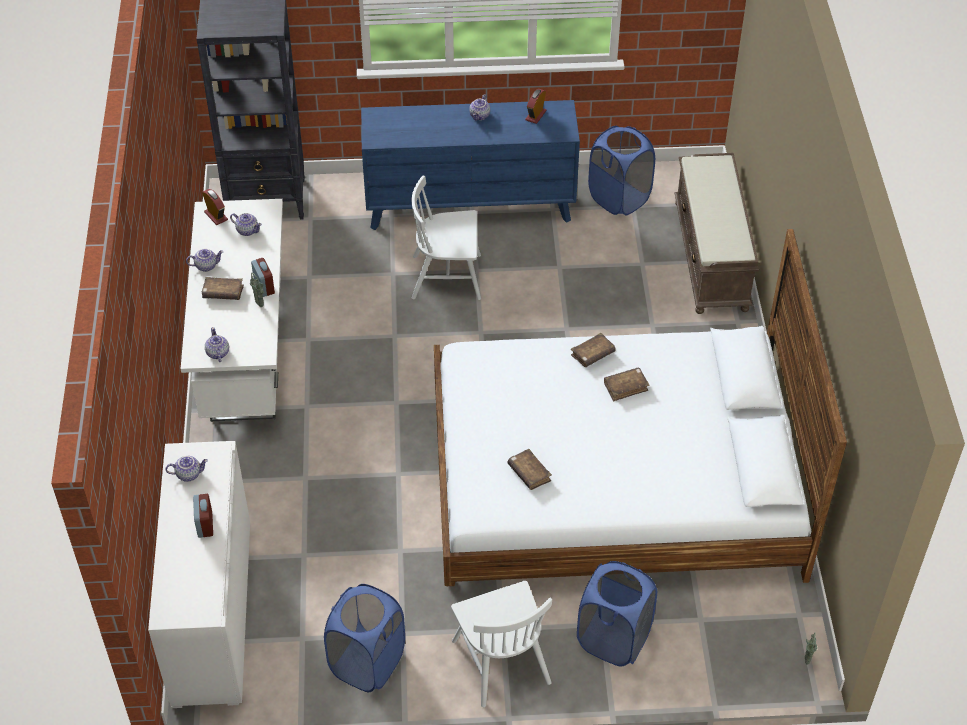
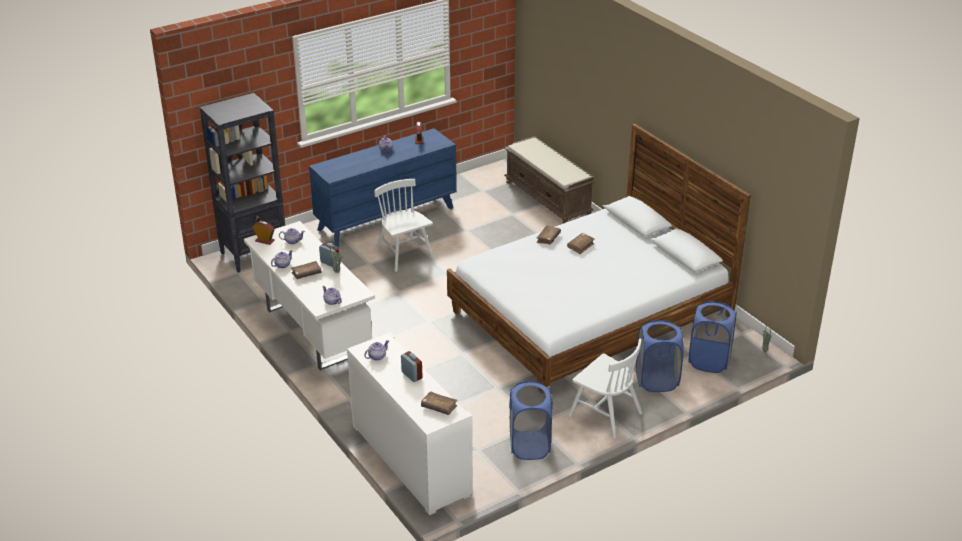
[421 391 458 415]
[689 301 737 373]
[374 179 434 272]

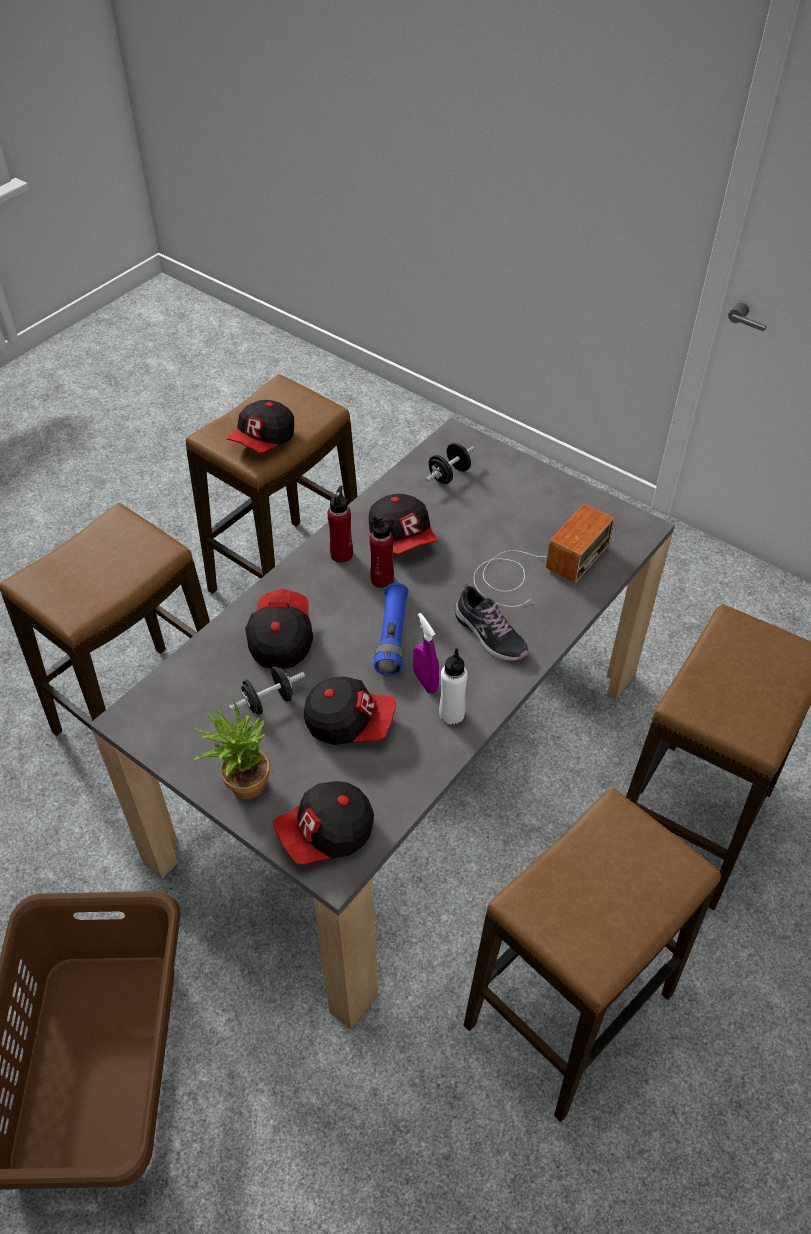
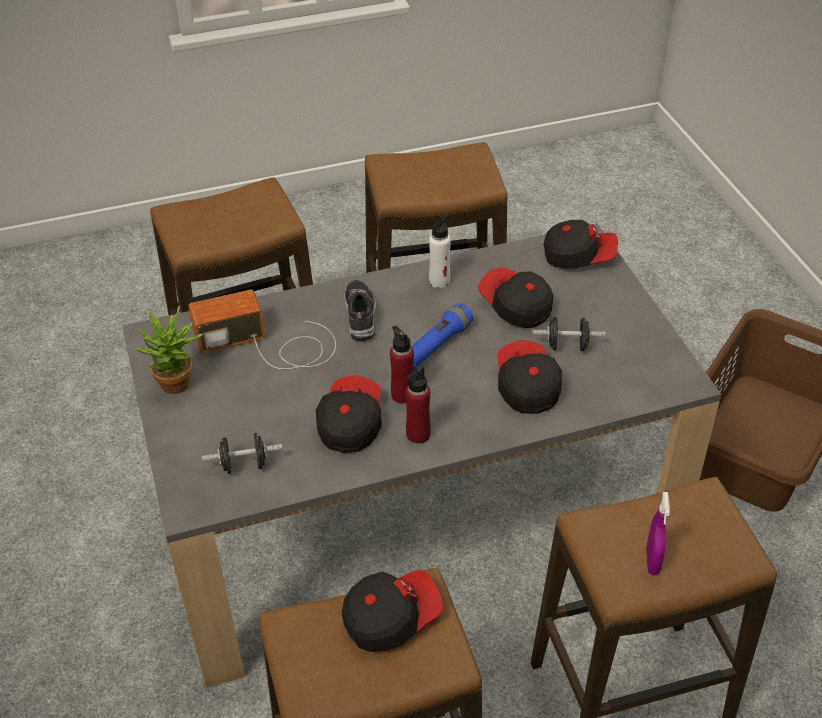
[134 306 204 394]
[646 492 670 575]
[497 340 562 414]

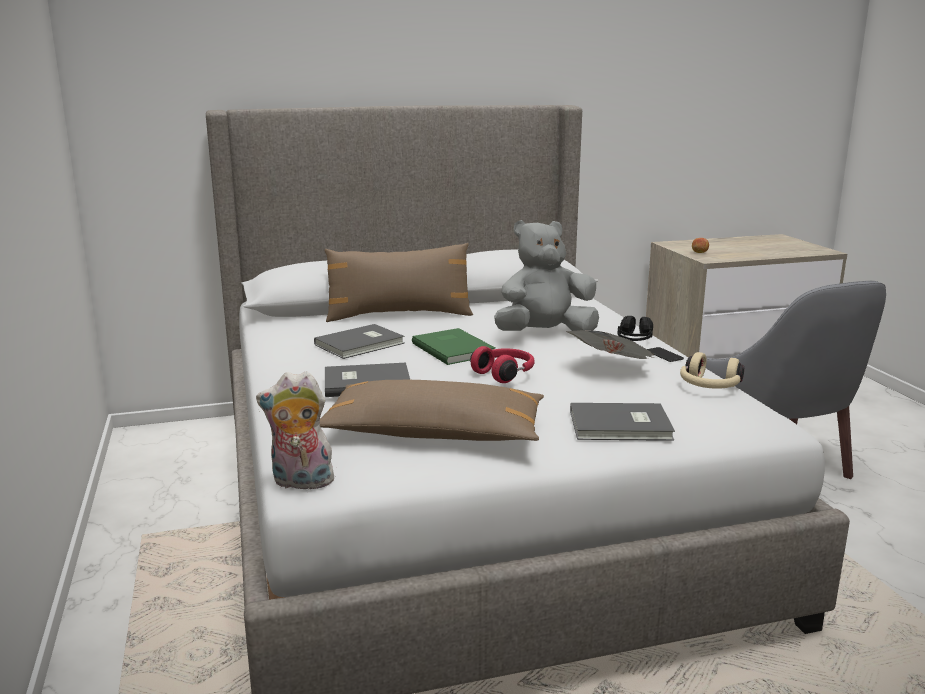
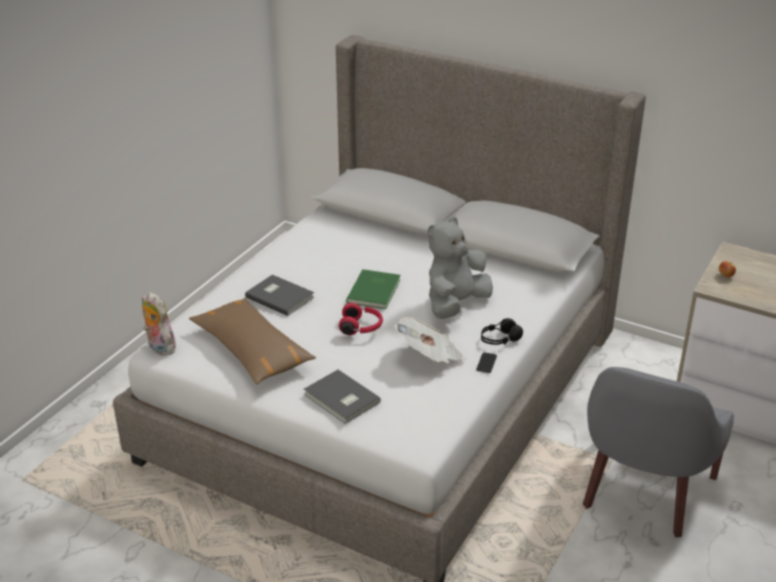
[314 324 405 359] (first image)
[325 243 473 322] (first image)
[680 352 744 389] (first image)
[428 217 493 319]

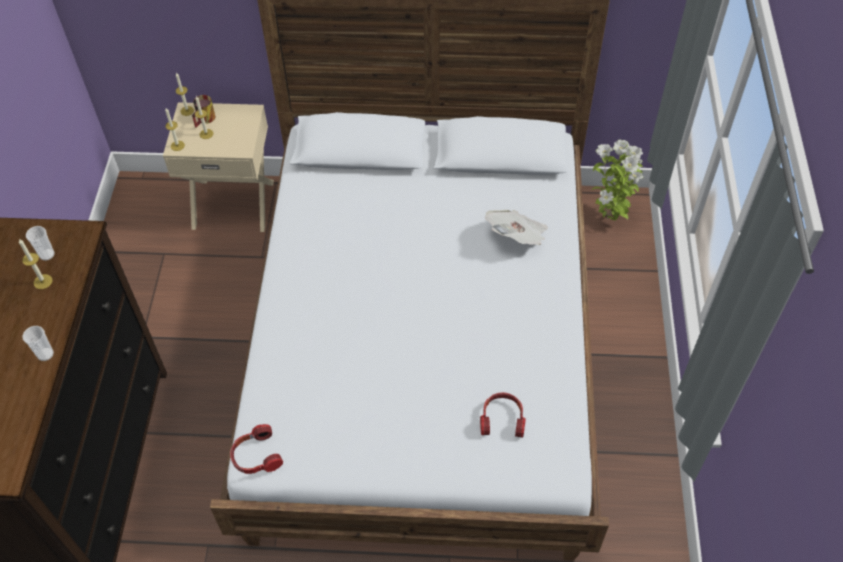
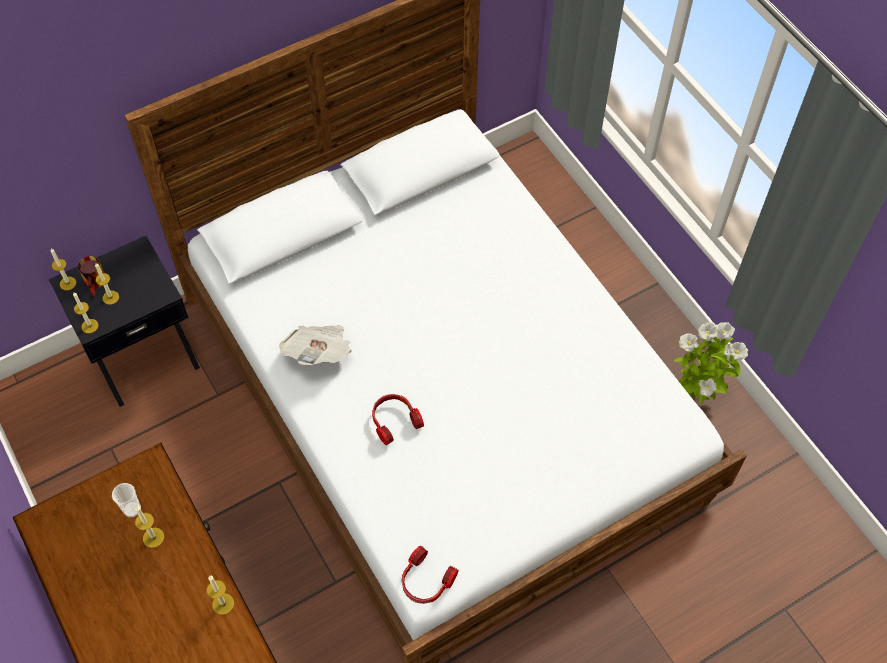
[372 394 424 445]
[279 325 351 365]
[674 322 748 404]
[207 576 234 615]
[49 236 200 407]

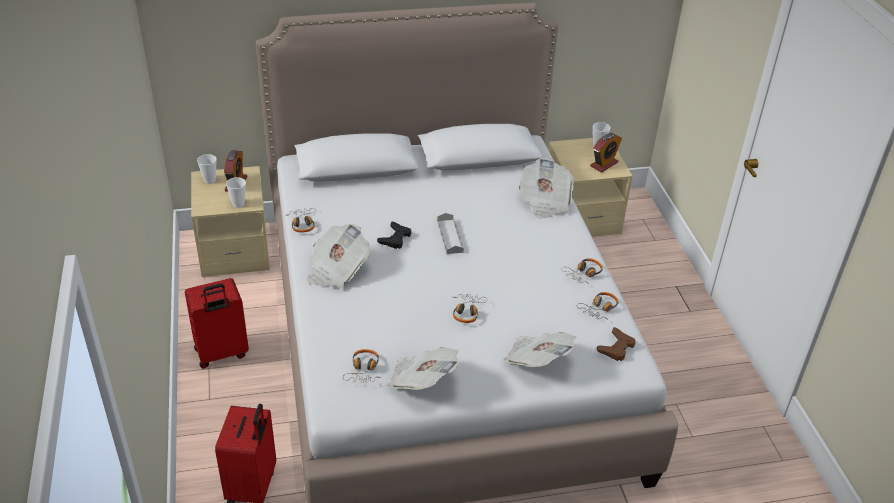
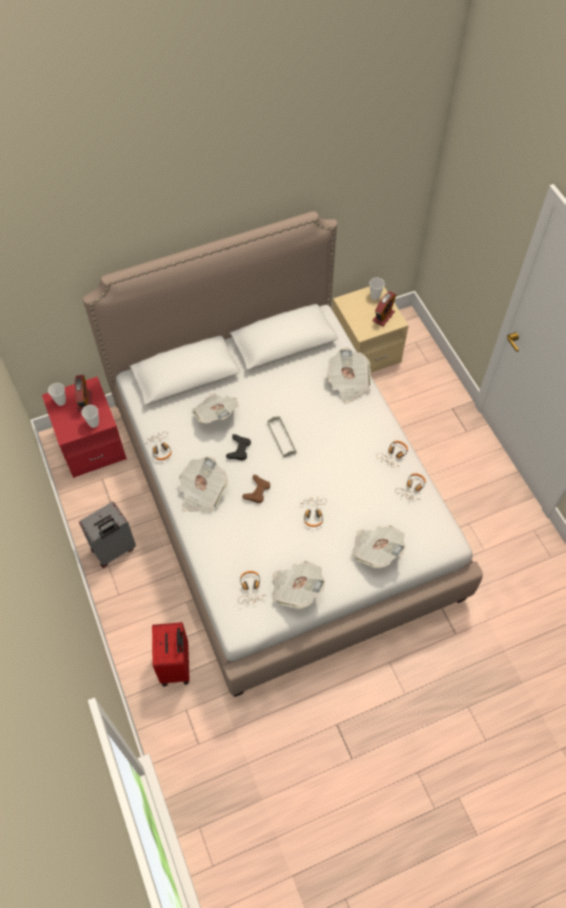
[192 393 239 423]
[242 475 270 504]
[79 502 136 568]
[42 376 127 478]

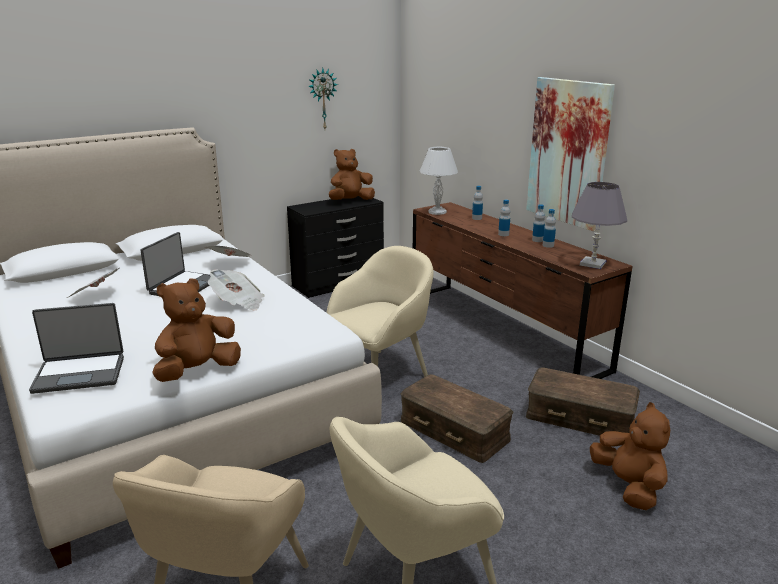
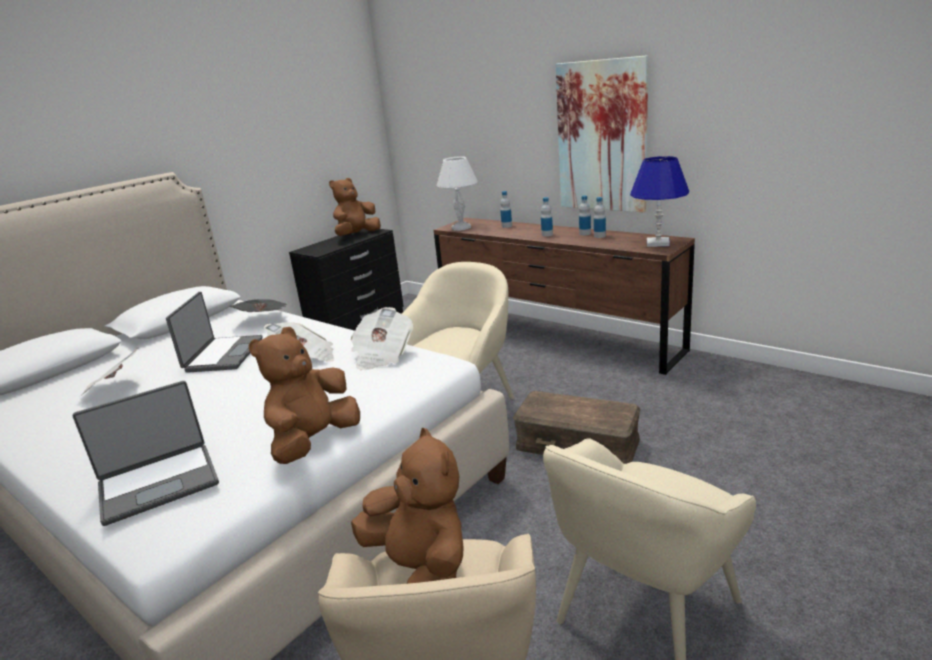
[308 68 338 129] (first image)
[526 367 640 436] (first image)
[351 307 413 370]
[351 428 464 584]
[630 156 689 247]

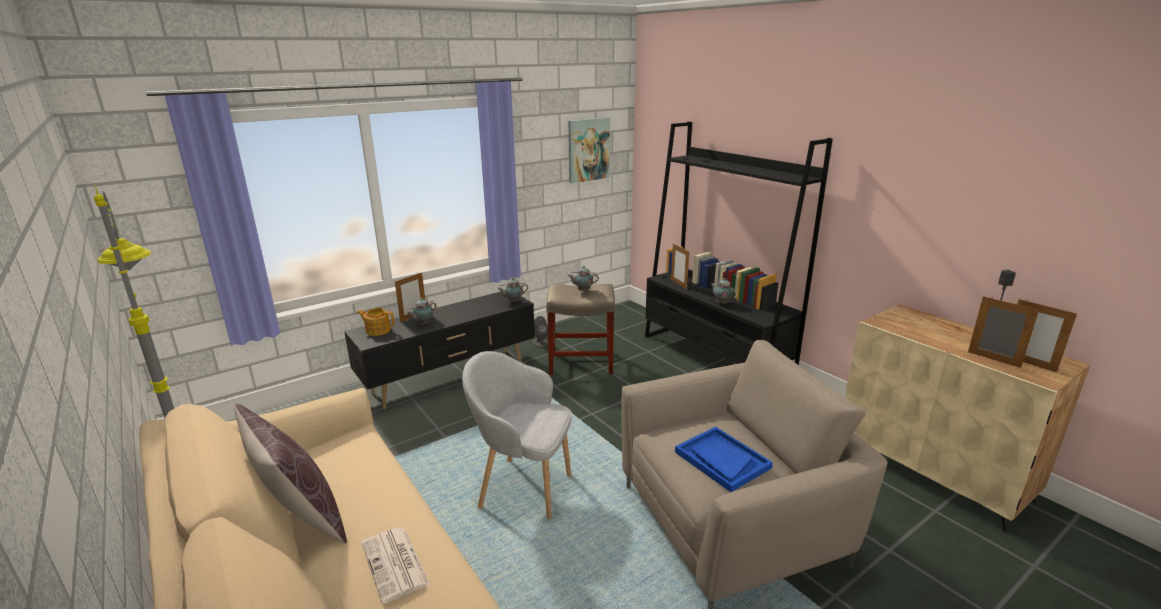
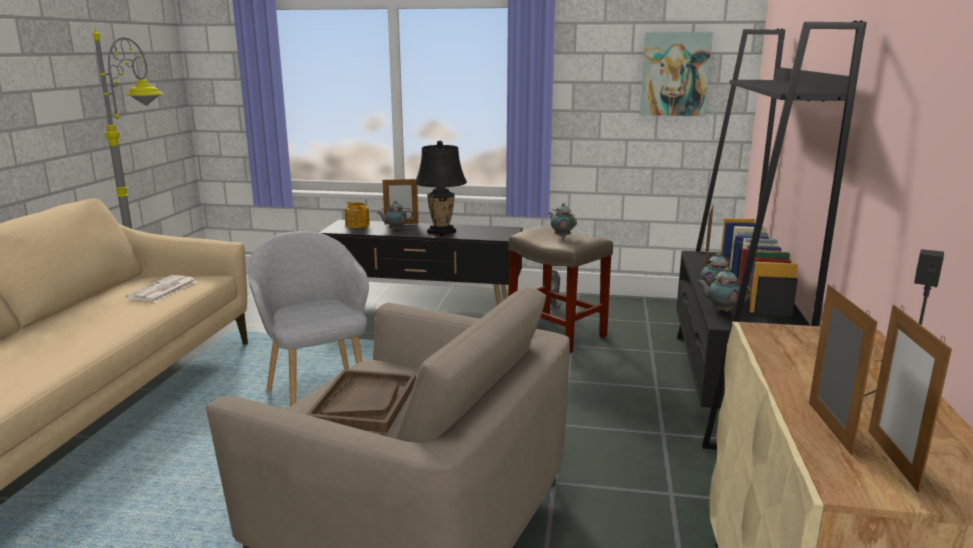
[234 404 347 544] (first image)
[415 141 467 237]
[126 275 198 302]
[697 268 752 312]
[306 369 416 433]

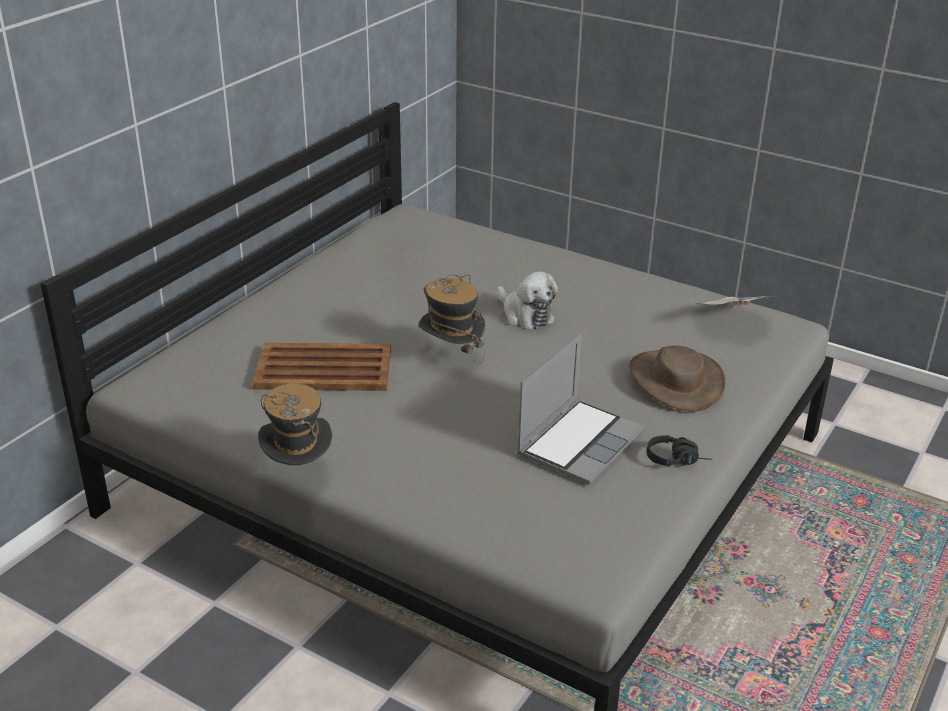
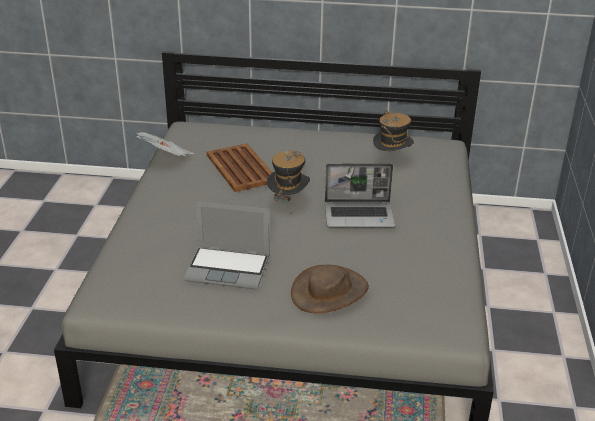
[647 435 712 466] (first image)
[373 110 414 152]
[136 132 194 156]
[325 164 395 227]

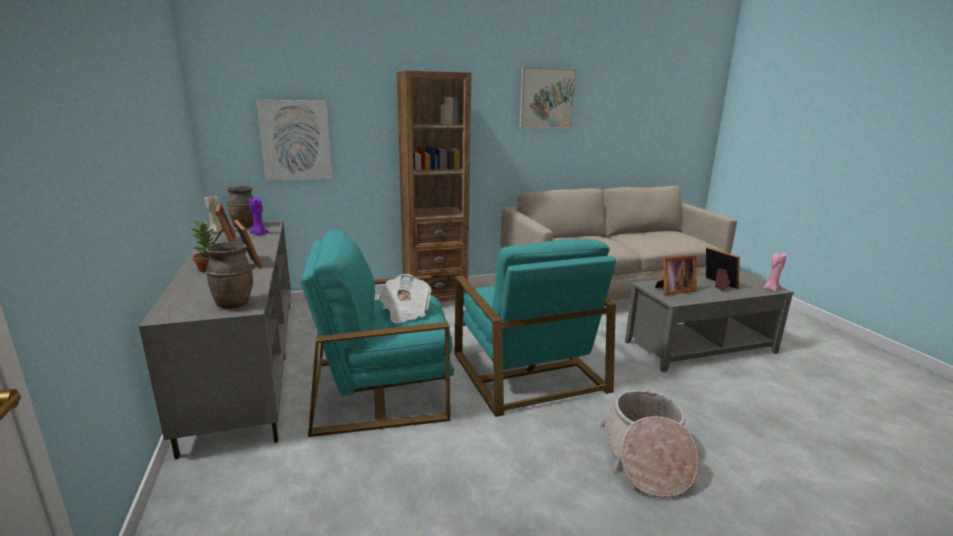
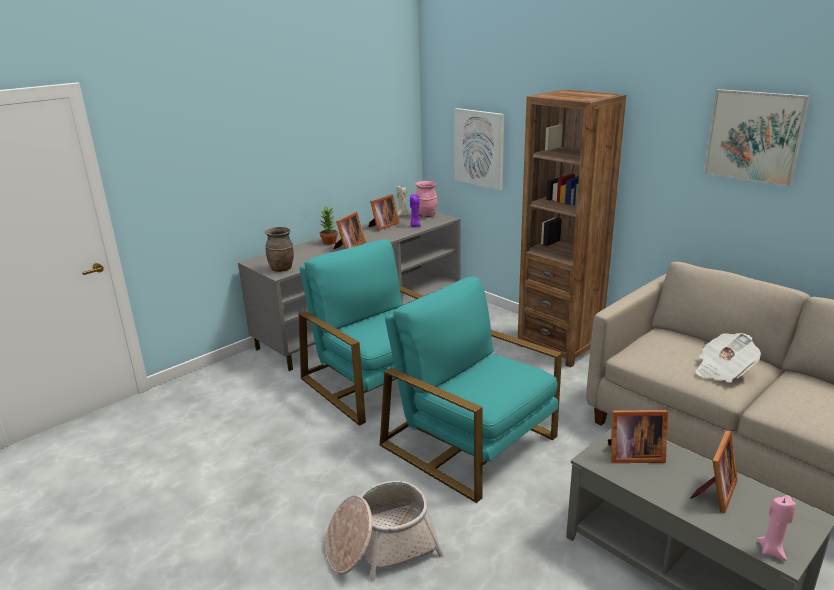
[695 333 761 383]
[415 181 437 218]
[380 276 562 503]
[608 410 668 463]

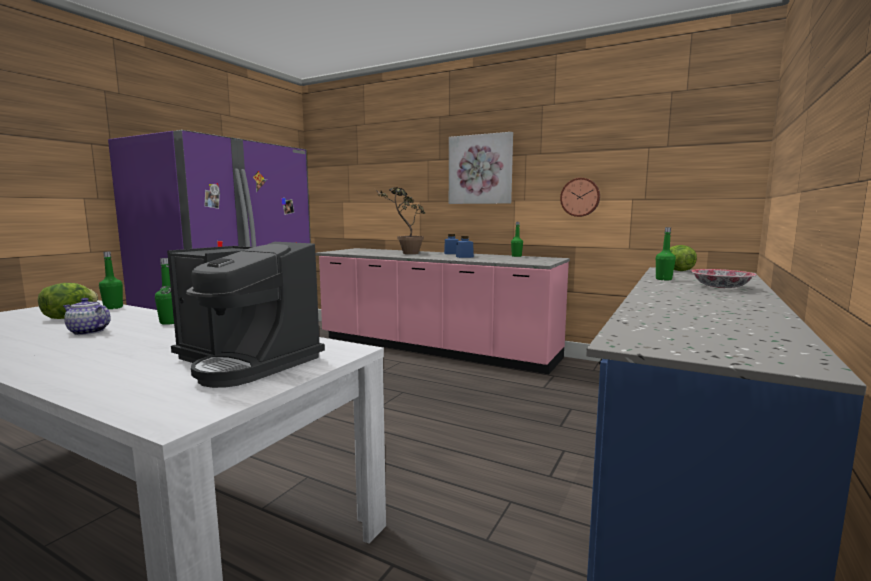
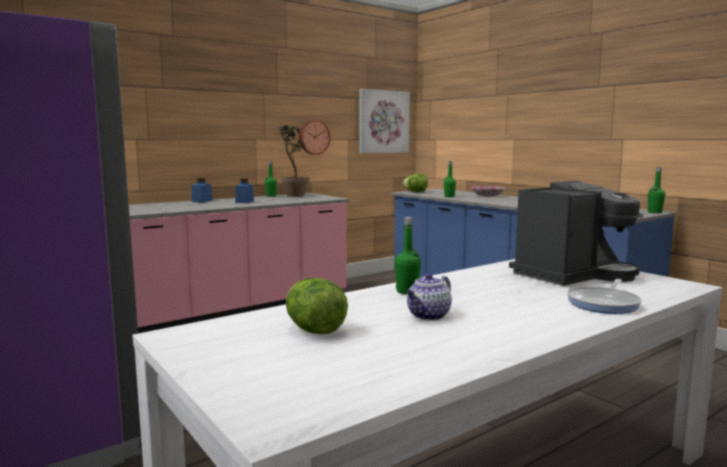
[567 279 642 314]
[648 167 665 213]
[278 125 310 197]
[359 89 410 153]

